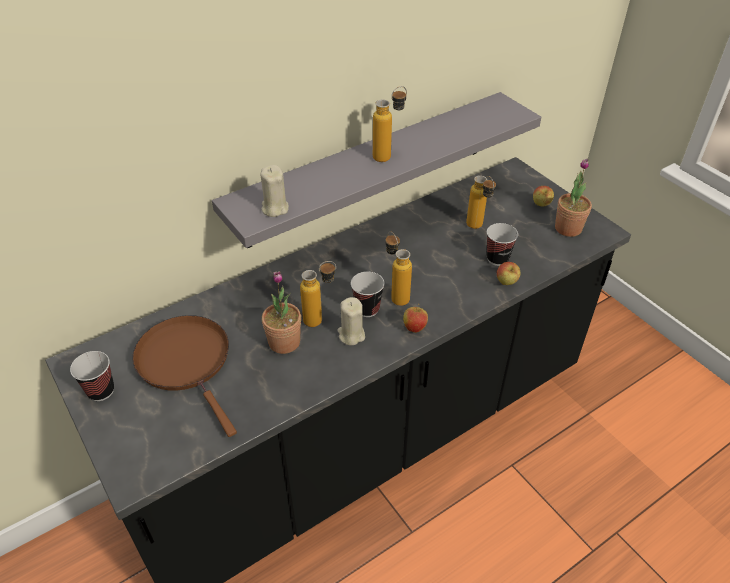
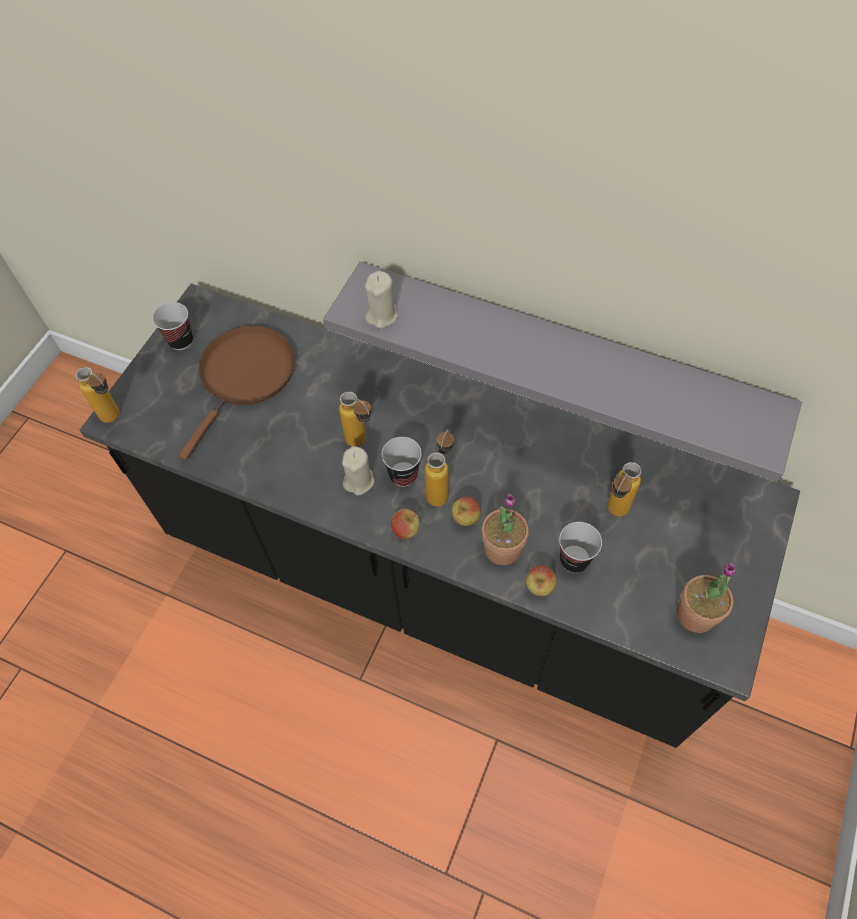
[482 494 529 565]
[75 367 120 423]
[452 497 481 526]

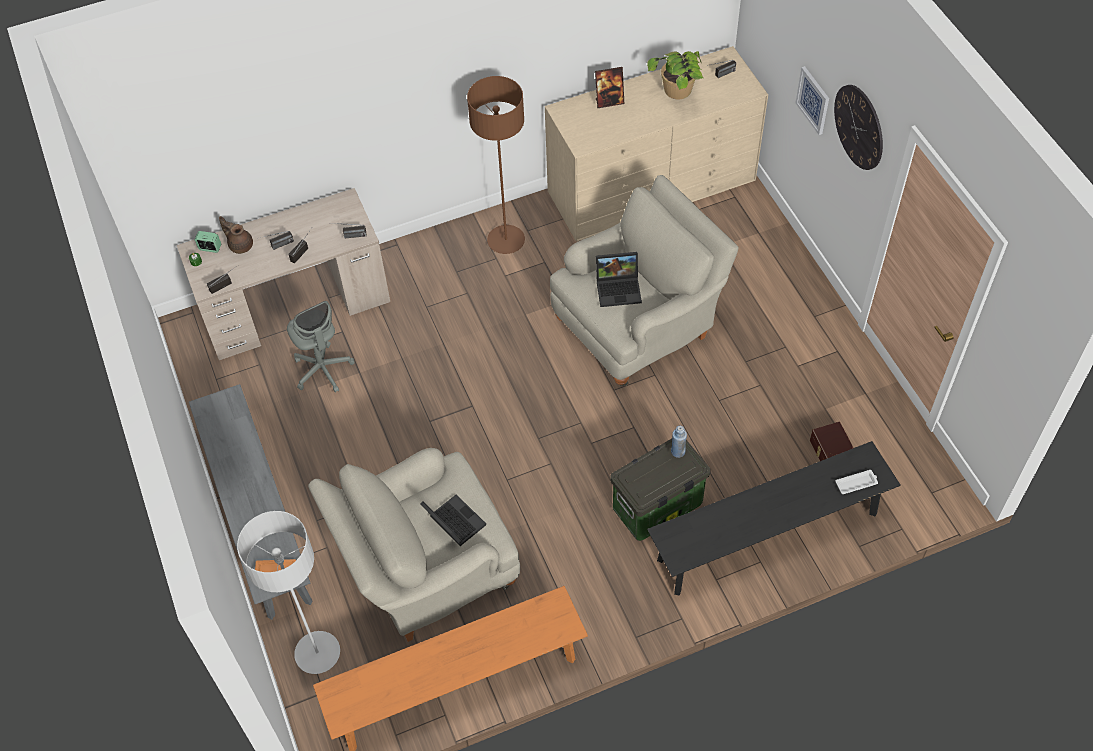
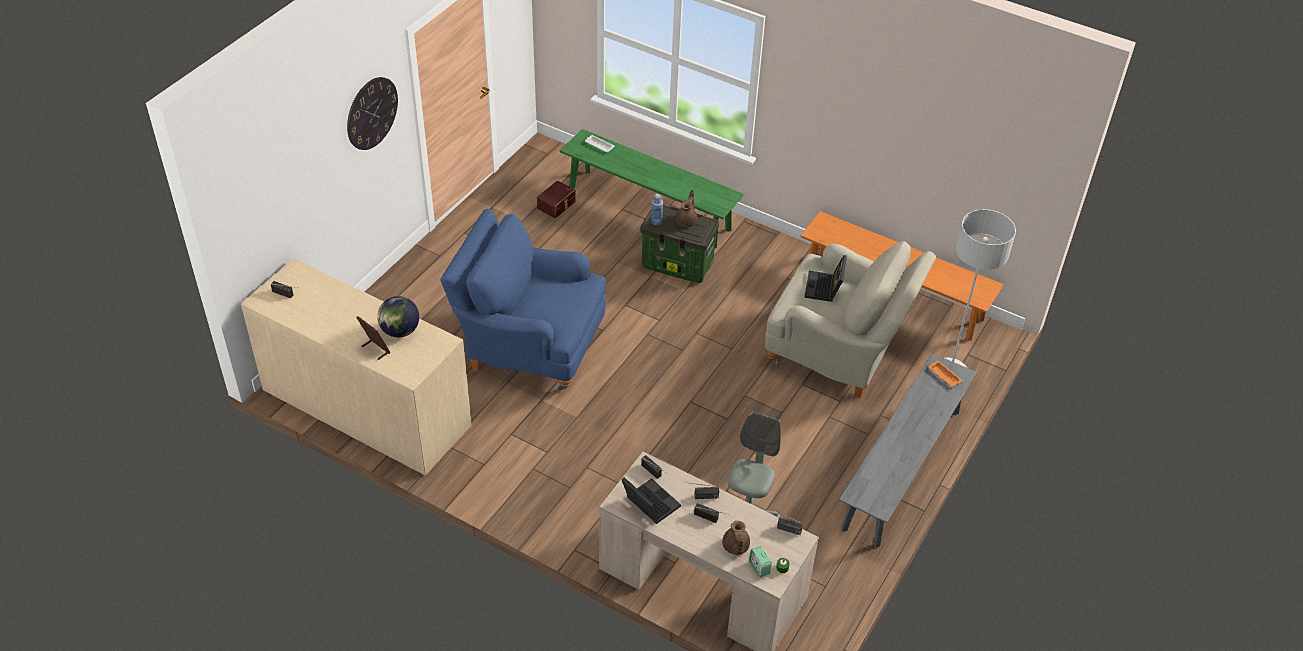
[467 76 525 254] (first image)
[647 51 703 99] (first image)
[796 66 829 135] (first image)
[377 296 419 338]
[676 190 697 227]
[621 477 681 524]
[440 209 606 390]
[560 129 744 248]

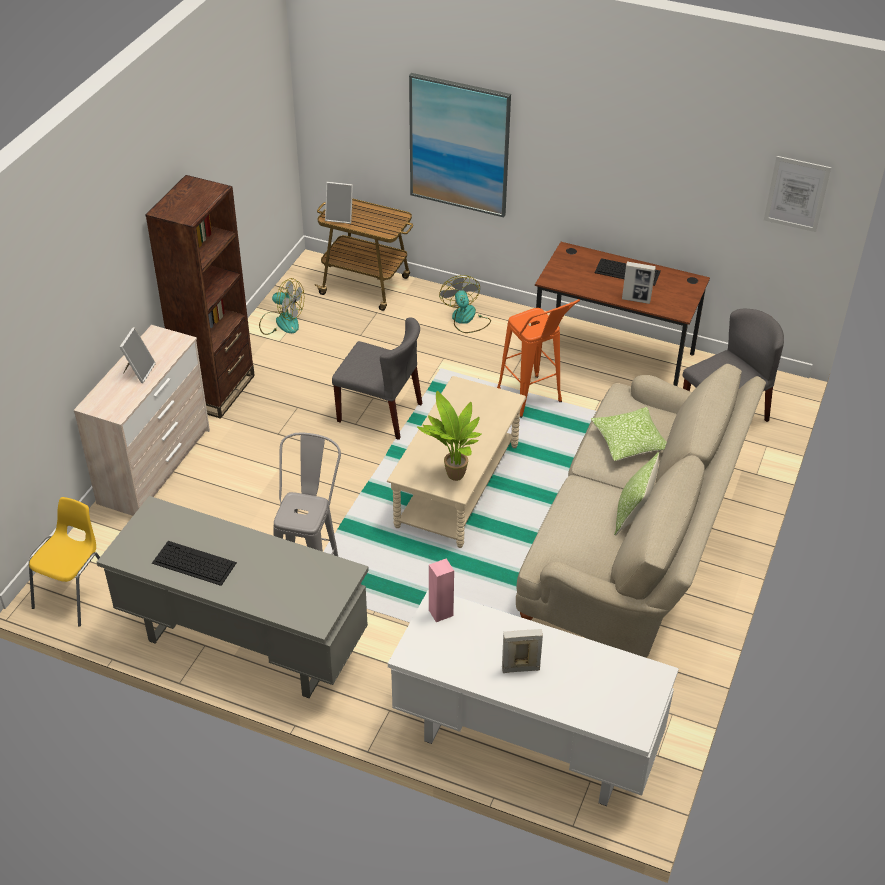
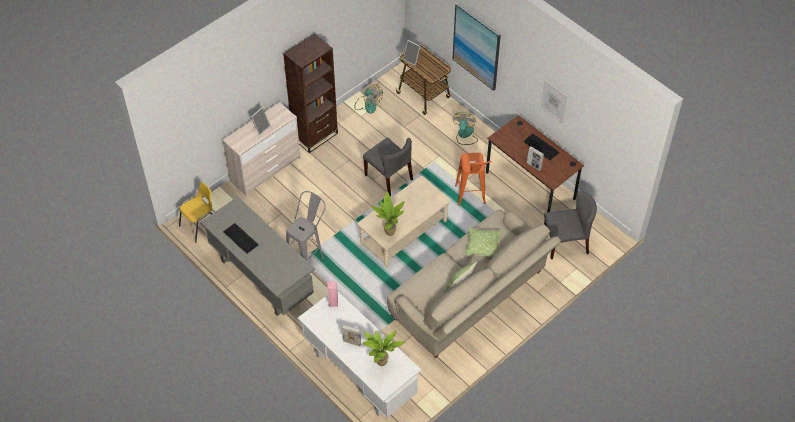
[363 331 405 366]
[541 80 567 123]

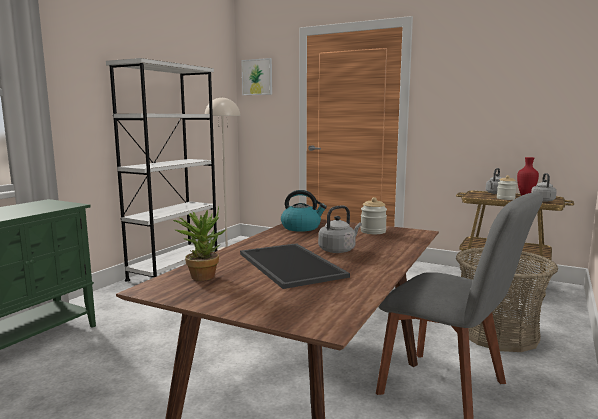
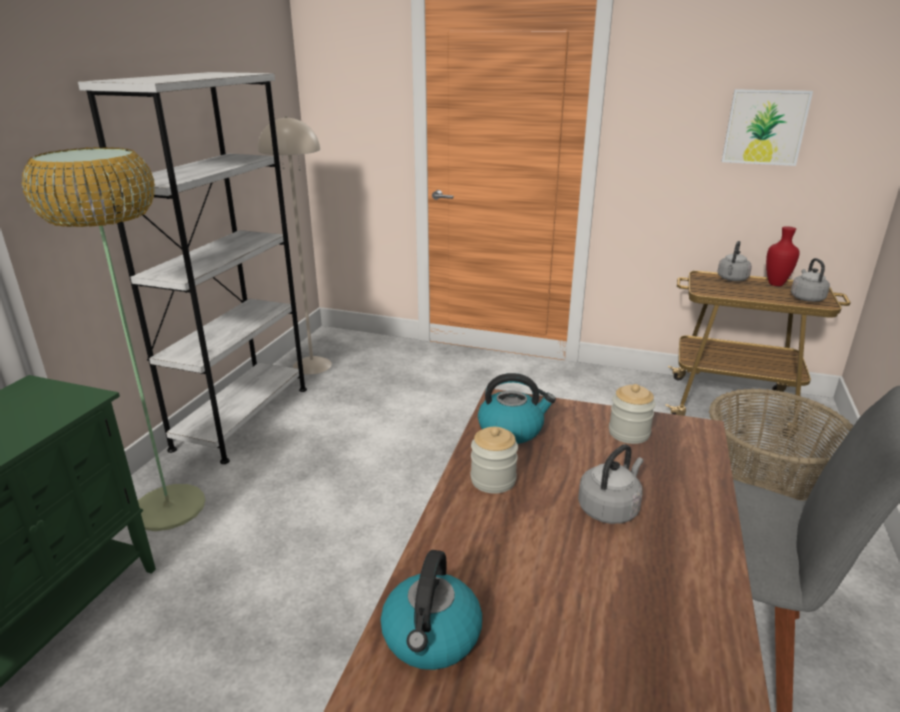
[240 243 350 289] (first image)
[22 147 206 531]
[721 89 813 166]
[471 427 518 494]
[381 550 482 670]

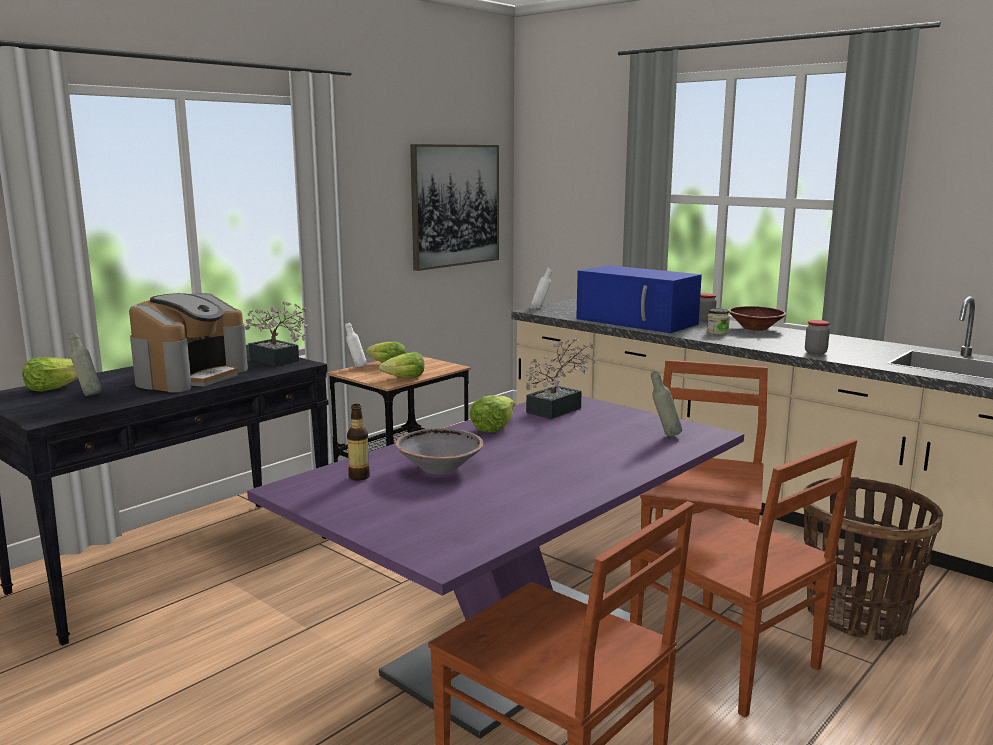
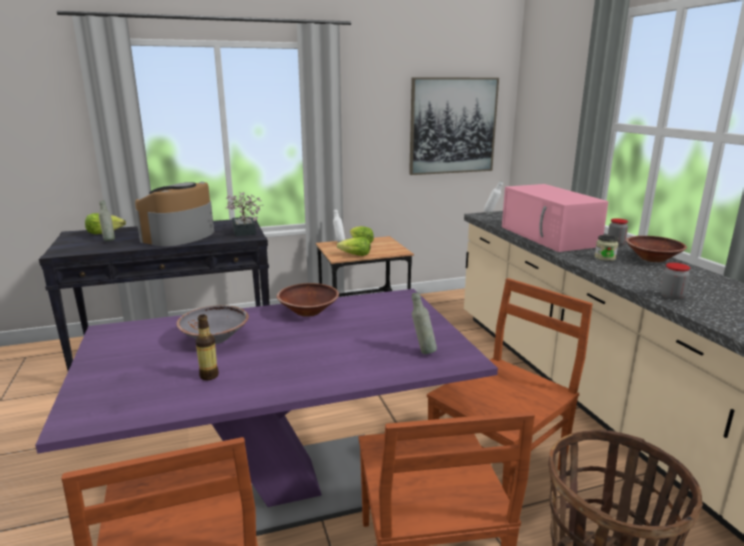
[526 338 595 419] (first image)
[196 314 219 380]
[277 283 339 317]
[502 184 609 252]
[135 181 214 246]

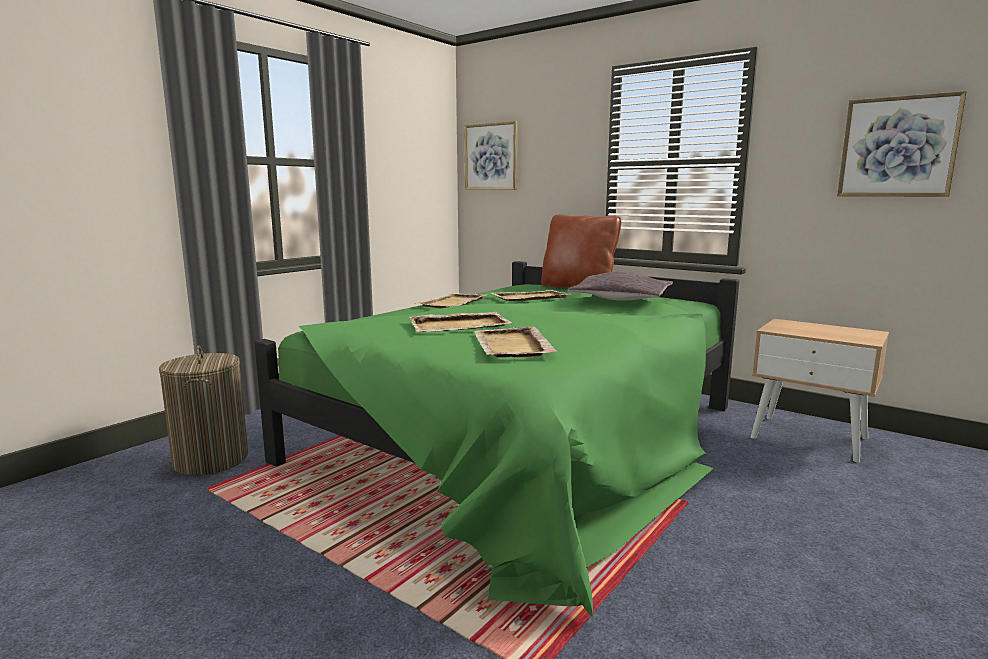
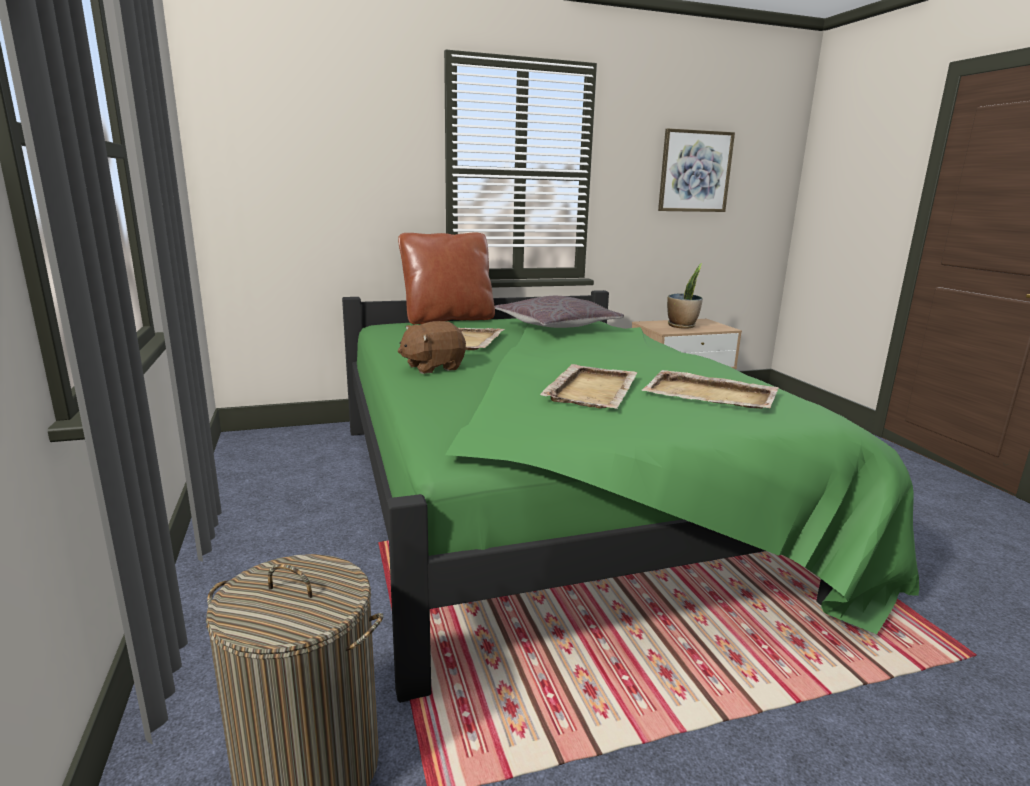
[464 121 518 190] (first image)
[667 263 703 329]
[398 321 466 374]

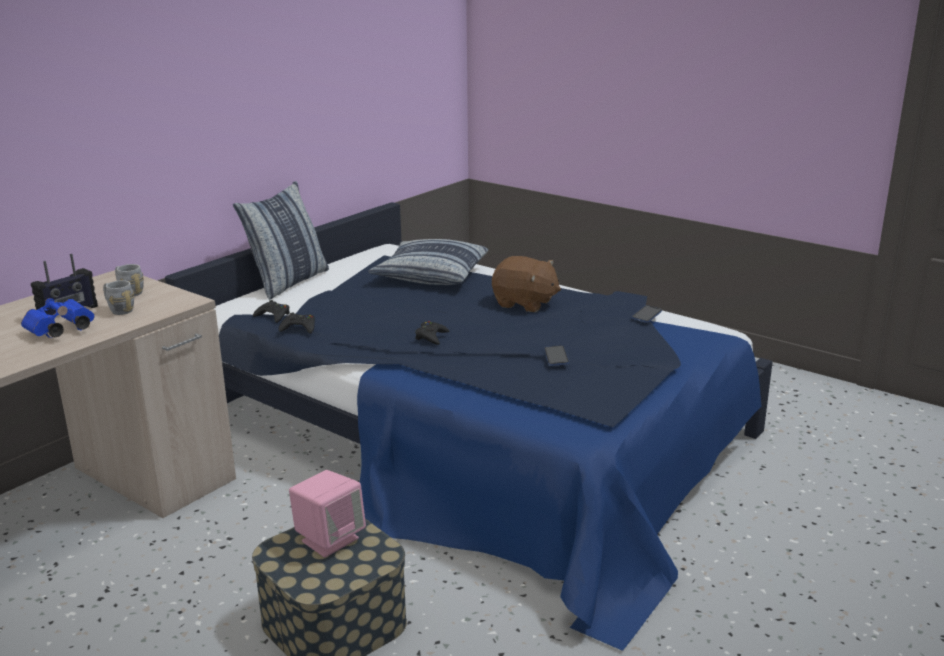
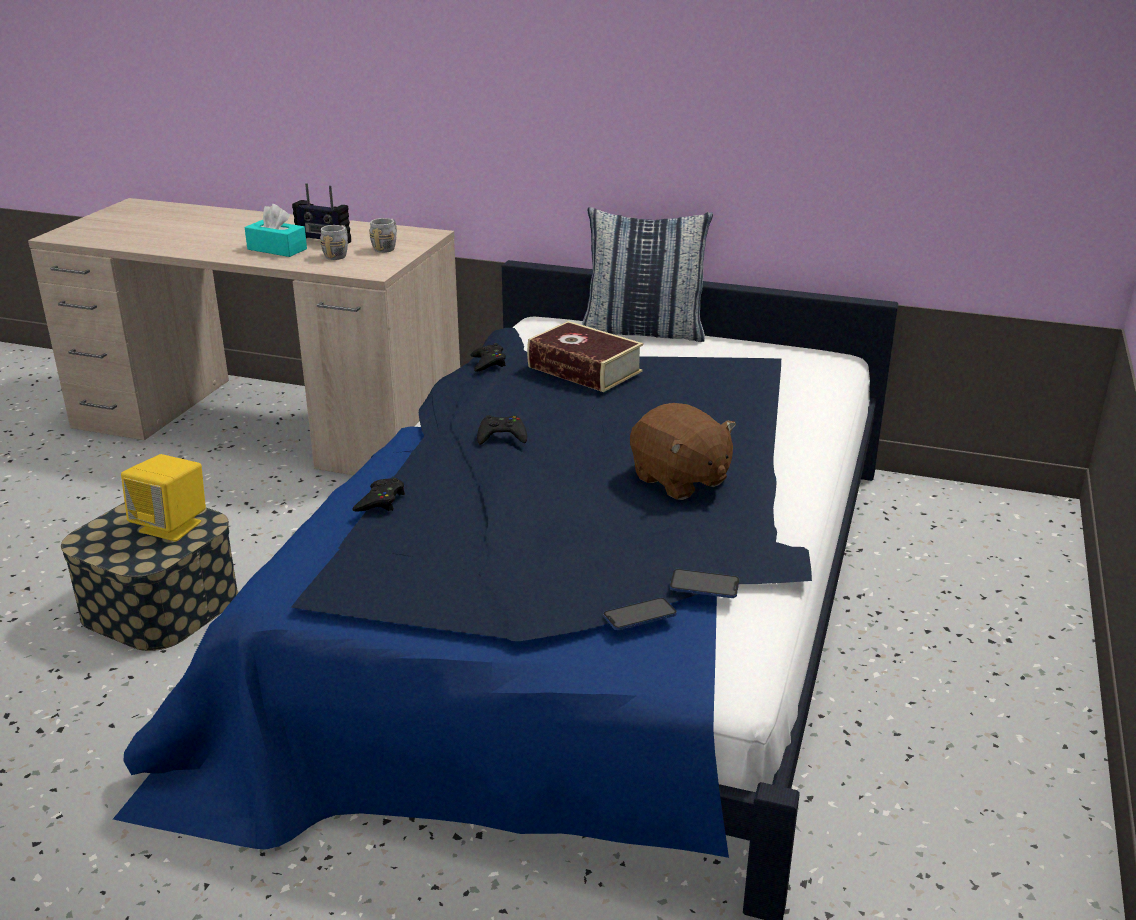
[368 239 488 285] (first image)
[527 321 643 392]
[352 478 405 512]
[603 598 677 630]
[244 204 307 257]
[121 454 206 542]
[630 403 736 500]

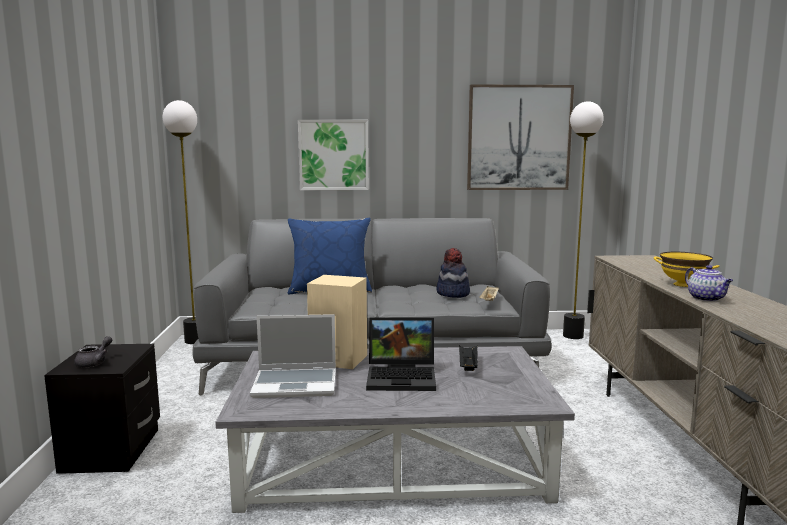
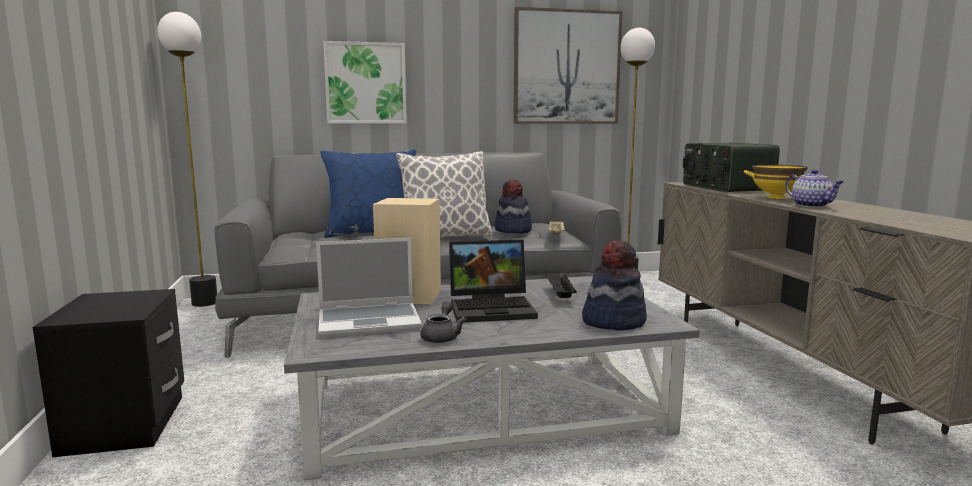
[396 151 493 237]
[582 241 647 330]
[683 142 780 192]
[421 301 466 343]

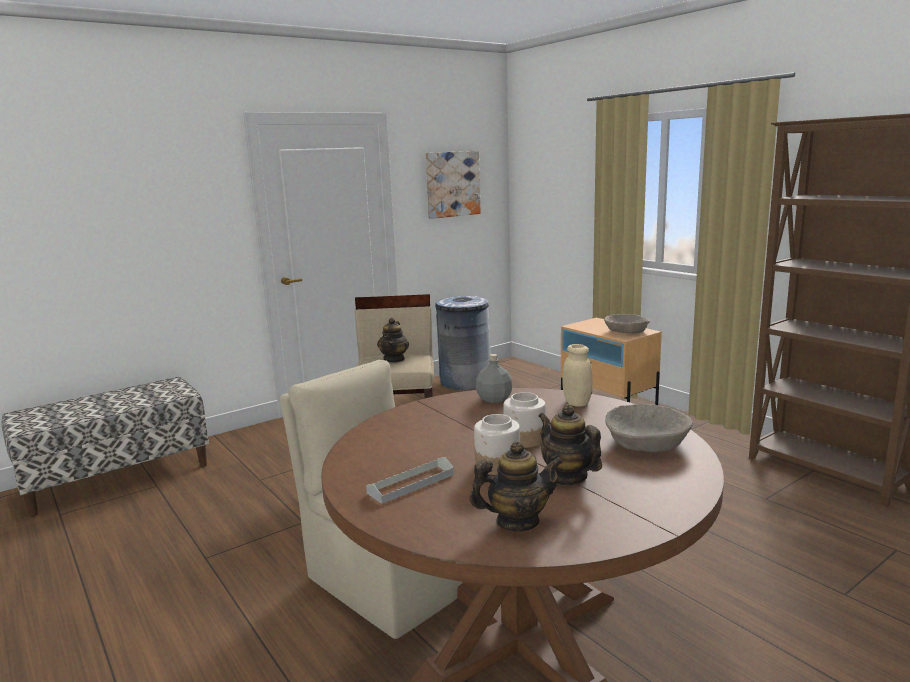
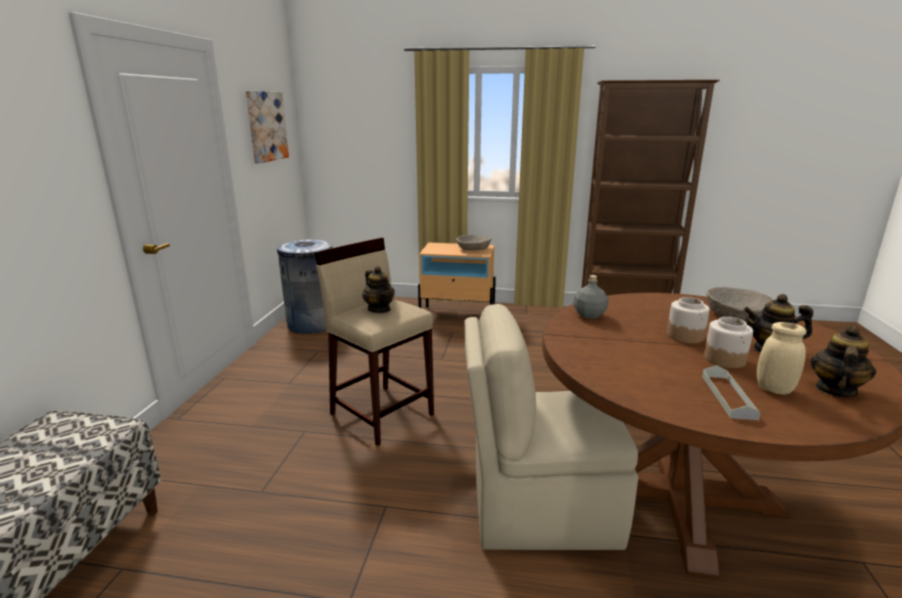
[757 322 806 394]

